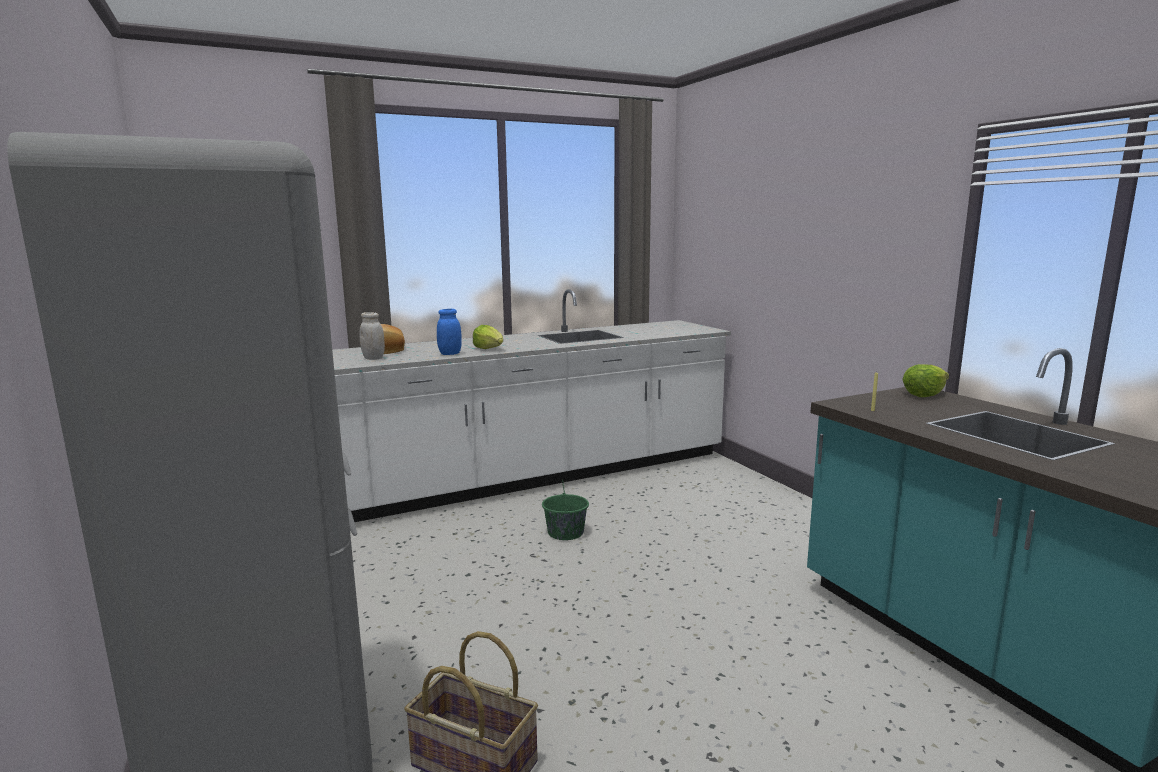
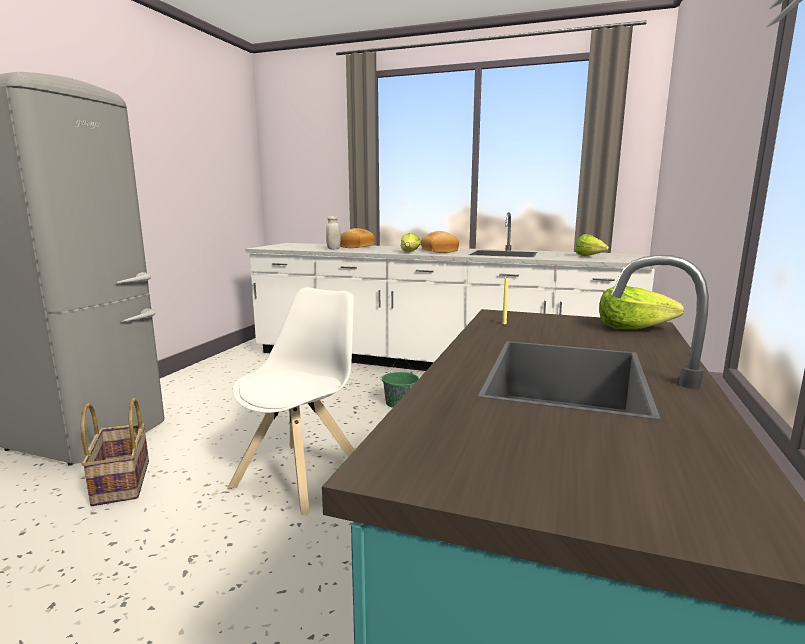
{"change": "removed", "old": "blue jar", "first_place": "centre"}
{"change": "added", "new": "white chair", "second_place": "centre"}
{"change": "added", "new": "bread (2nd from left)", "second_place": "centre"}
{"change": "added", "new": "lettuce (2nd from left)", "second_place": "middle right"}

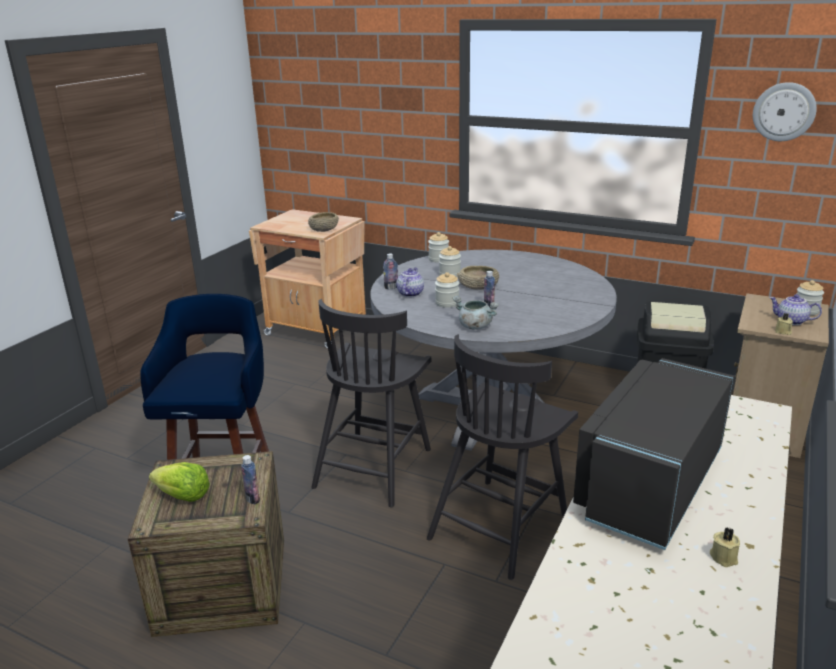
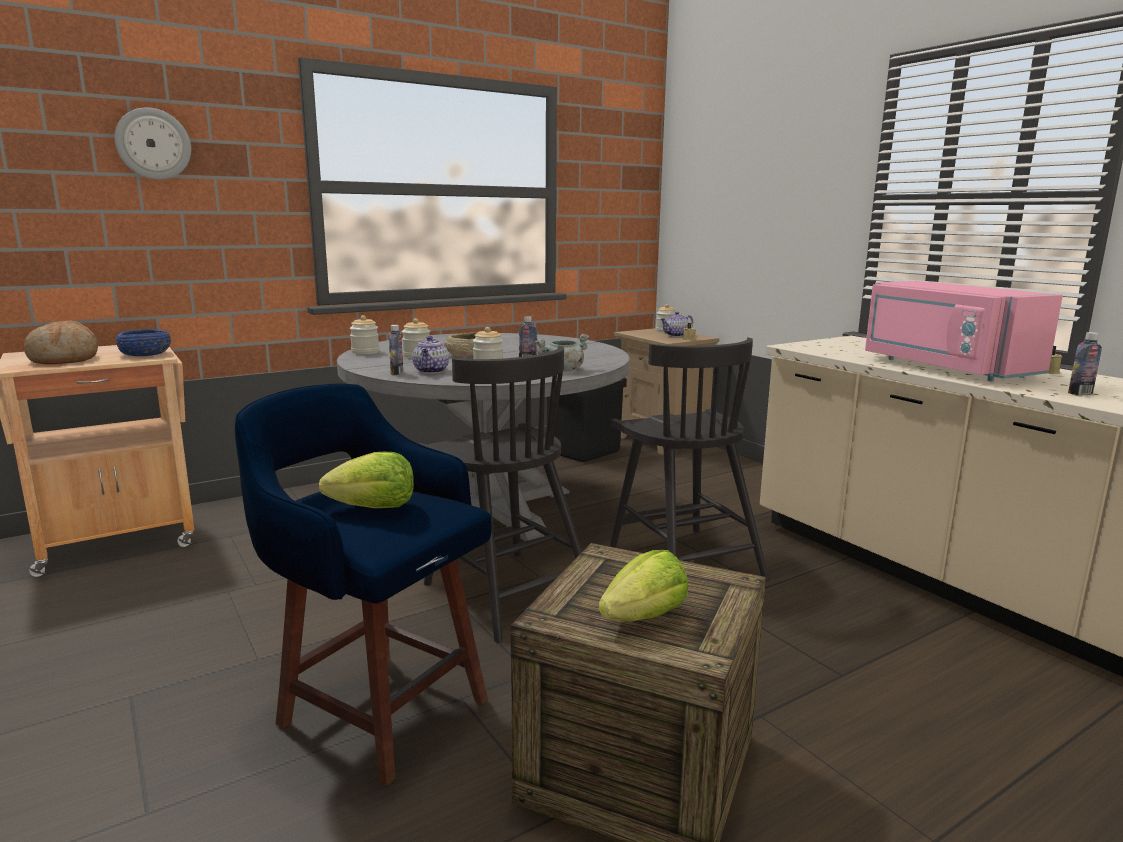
{"change": "added", "new": "bread", "second_place": "middle left"}
{"change": "added", "new": "lettuce (1st from left)", "second_place": "middle left"}
{"change": "moved", "old": "bottle (1st from left in the first image)", "new": "bottle (3rd from left)", "first_place": "bottom left", "second_place": "middle right"}
{"change": "moved", "old": "wall clock", "first_place": "top right", "second_place": "top left"}
{"change": "recoloured", "old": "beige bowl (1st from left)", "new": "blue bowl", "first_place": "top centre", "second_place": "middle left"}
{"change": "recoloured", "old": "black microwave", "new": "pink microwave", "first_place": "bottom right", "second_place": "middle right"}
{"change": "turned", "old": "teapot (1st from left)", "first_place": "centre", "second_place": "centre", "degrees": -135}

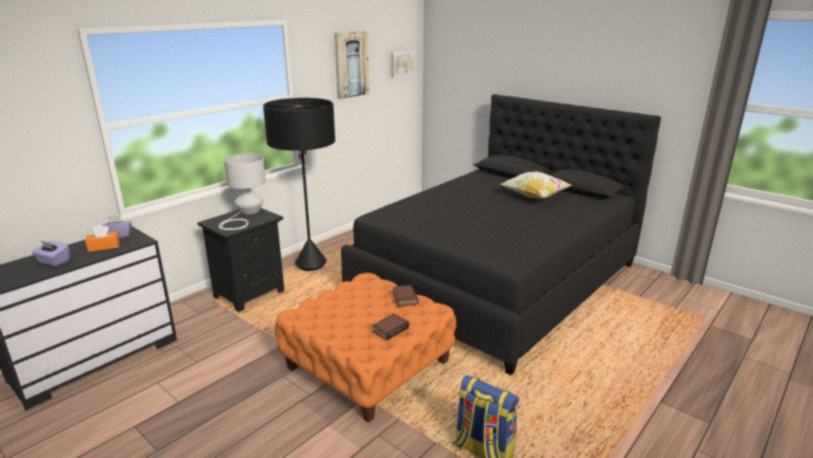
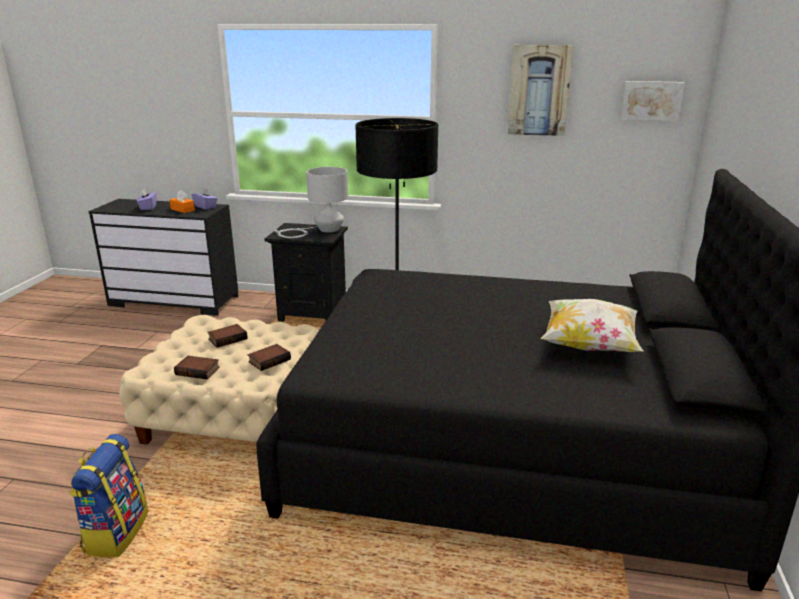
{"change": "added", "new": "book (2nd from left)", "second_place": "middle left"}
{"change": "recoloured", "old": "orange ottoman", "new": "beige ottoman", "first_place": "bottom centre", "second_place": "middle left"}

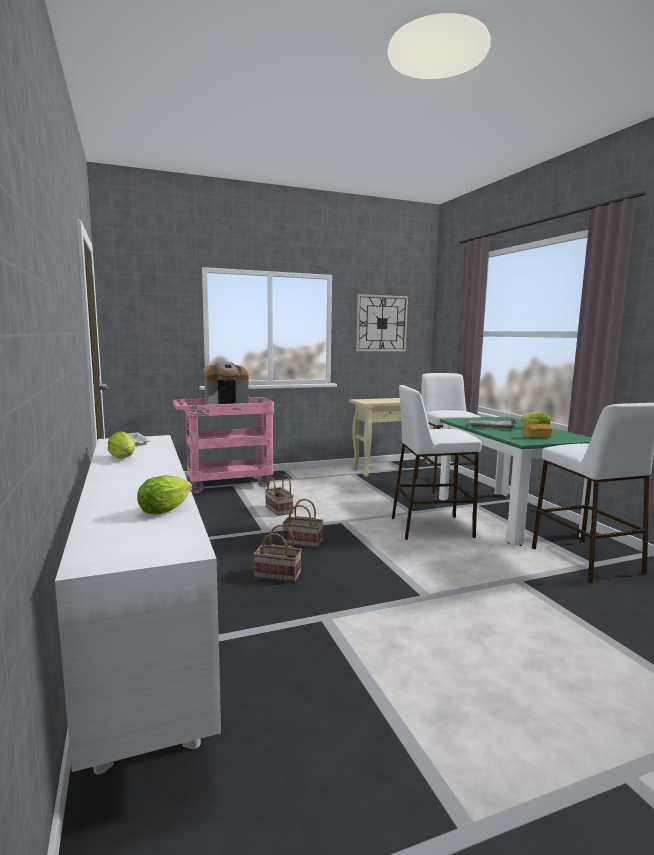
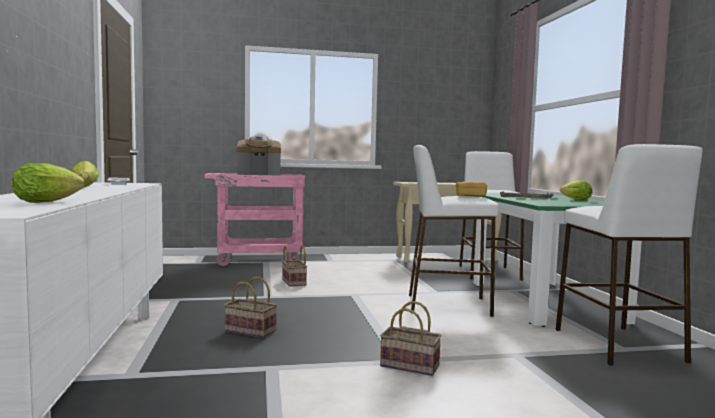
{"change": "removed", "old": "wall clock", "first_place": "centre"}
{"change": "moved", "old": "basket (3rd from left)", "first_place": "centre", "second_place": "bottom centre"}
{"change": "moved", "old": "bread", "first_place": "middle right", "second_place": "centre"}

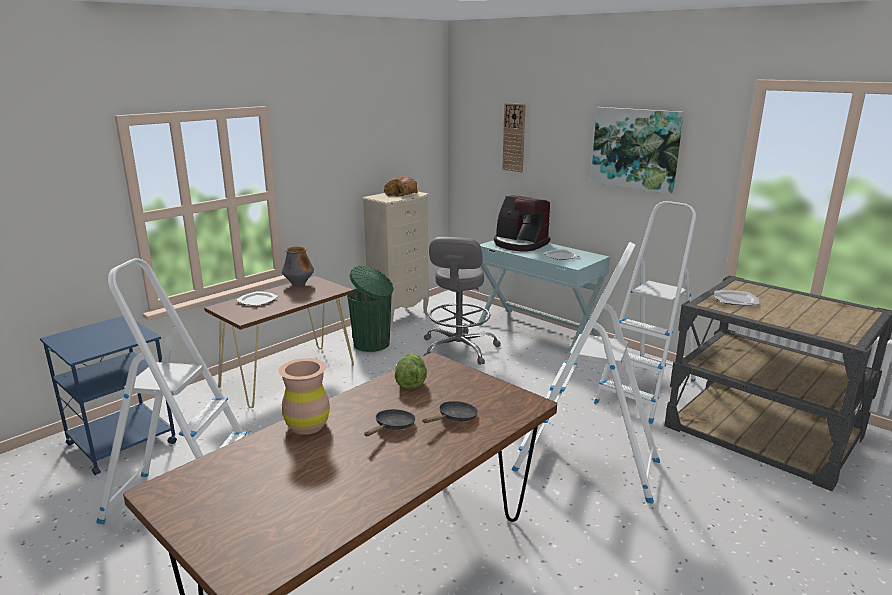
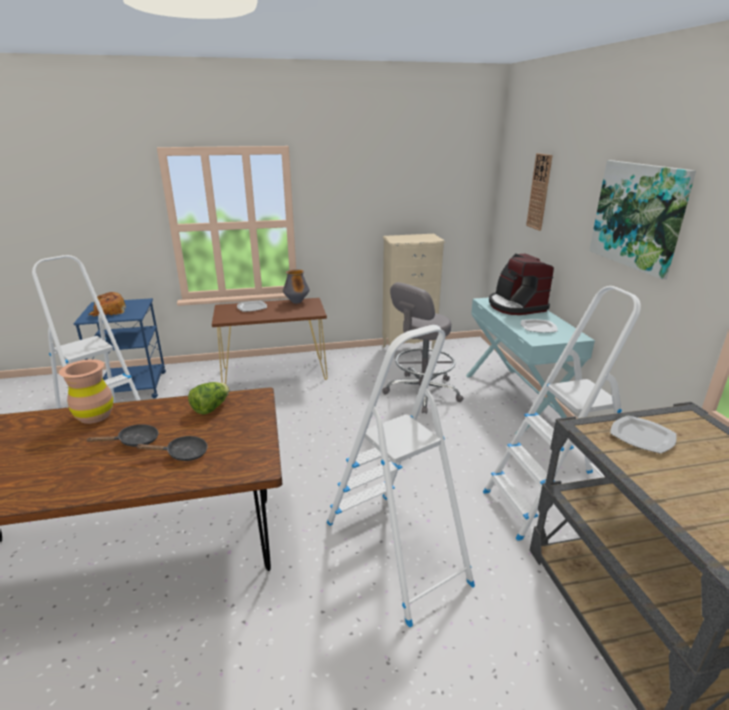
{"change": "removed", "old": "green trash can", "first_place": "centre"}
{"change": "moved", "old": "bread", "first_place": "top centre", "second_place": "middle left"}

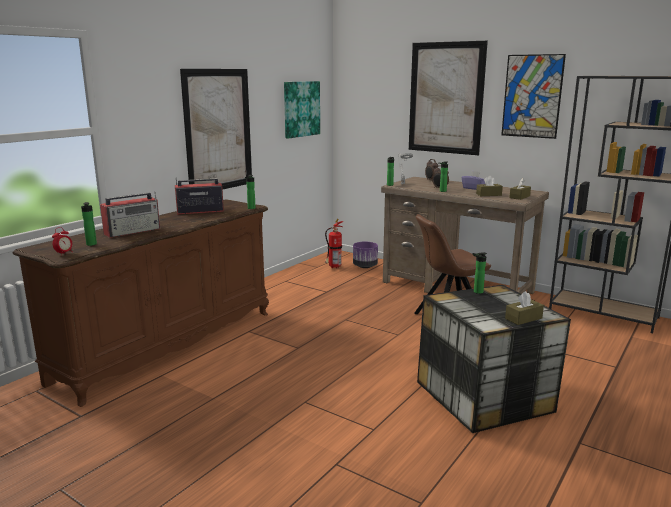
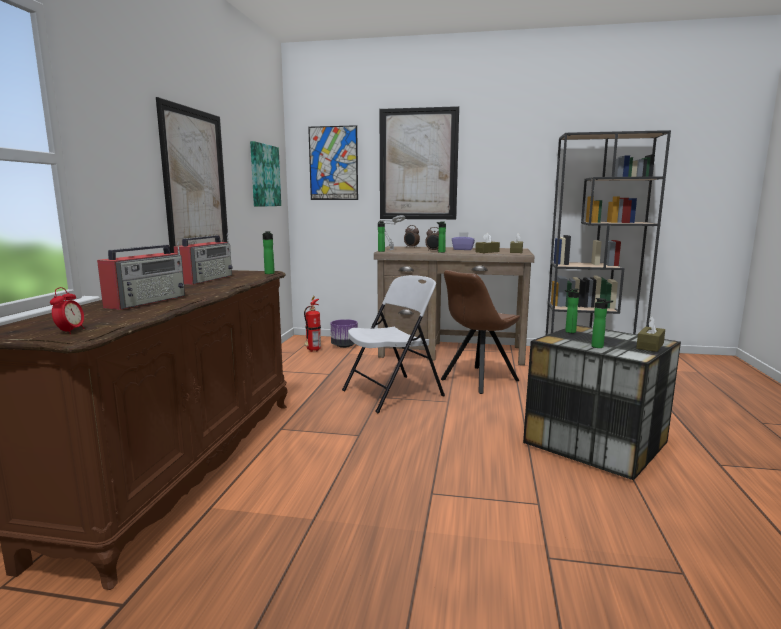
{"change": "added", "new": "white chair", "second_place": "centre"}
{"change": "moved", "old": "bottle (1st from left in the first image)", "new": "bottle (5th from left)", "first_place": "middle left", "second_place": "middle right"}
{"change": "moved", "old": "picture (4th from left in the first image)", "new": "picture (3rd from left)", "first_place": "top right", "second_place": "top centre"}
{"change": "turned", "old": "radio (2nd from left)", "first_place": "middle left", "second_place": "middle left", "degrees": 150}

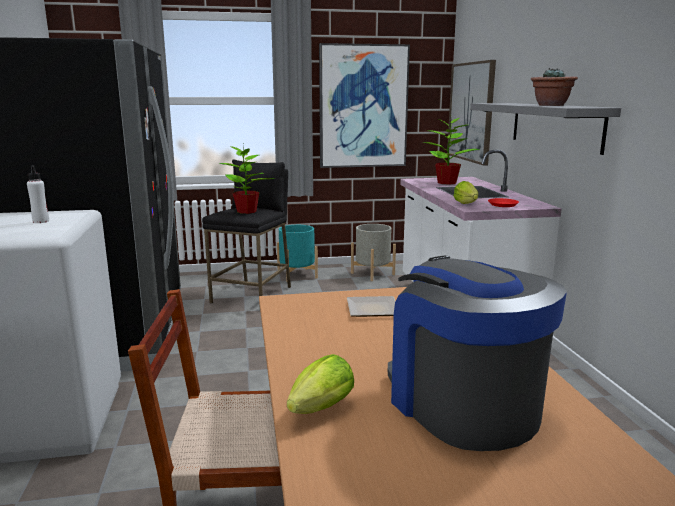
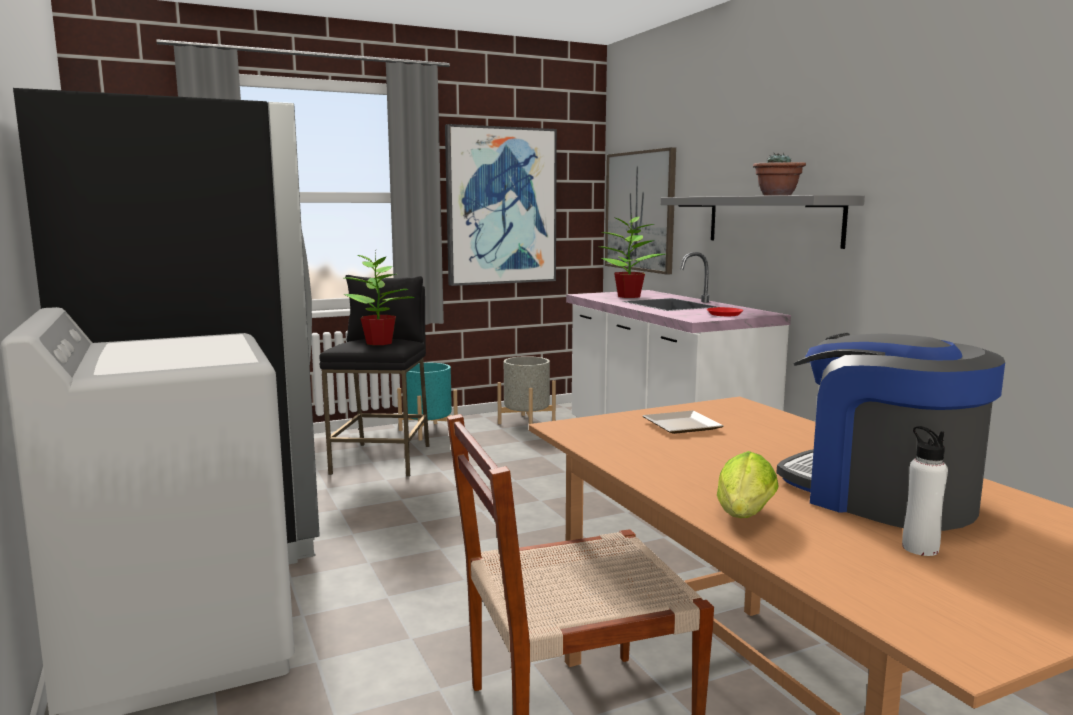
{"change": "removed", "old": "lettuce (2nd from left)", "first_place": "middle right"}
{"change": "moved", "old": "white bottle", "first_place": "middle left", "second_place": "bottom right"}

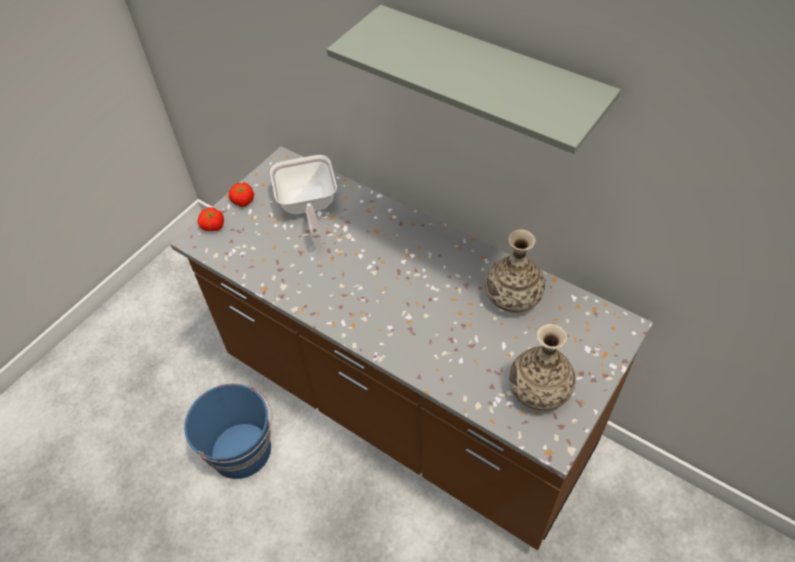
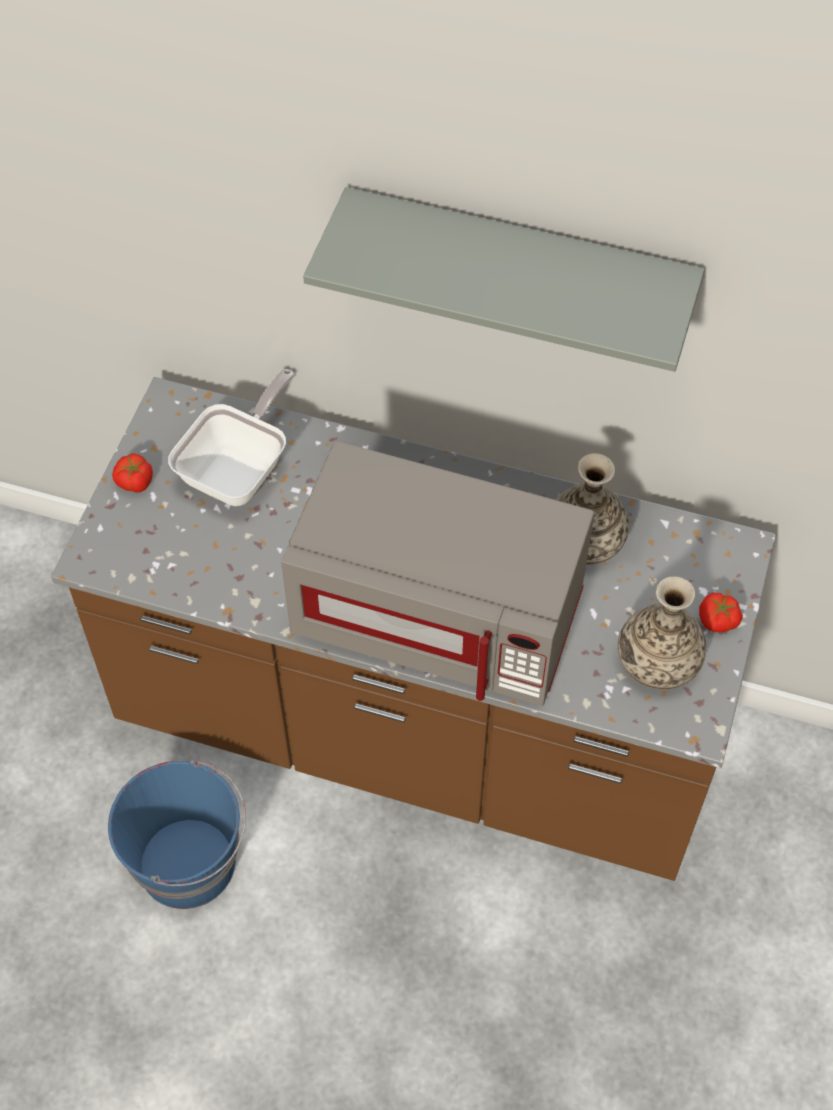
{"change": "added", "new": "grey microwave", "second_place": "centre"}
{"change": "moved", "old": "tomato (1st from left in the first image)", "new": "tomato (2nd from left)", "first_place": "middle left", "second_place": "middle right"}
{"change": "turned", "old": "frying pan", "first_place": "centre", "second_place": "middle left", "degrees": -120}

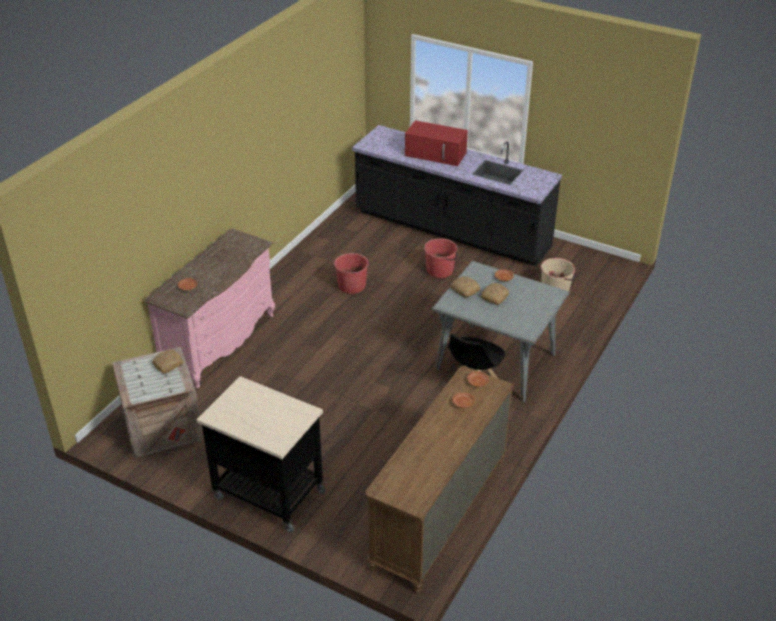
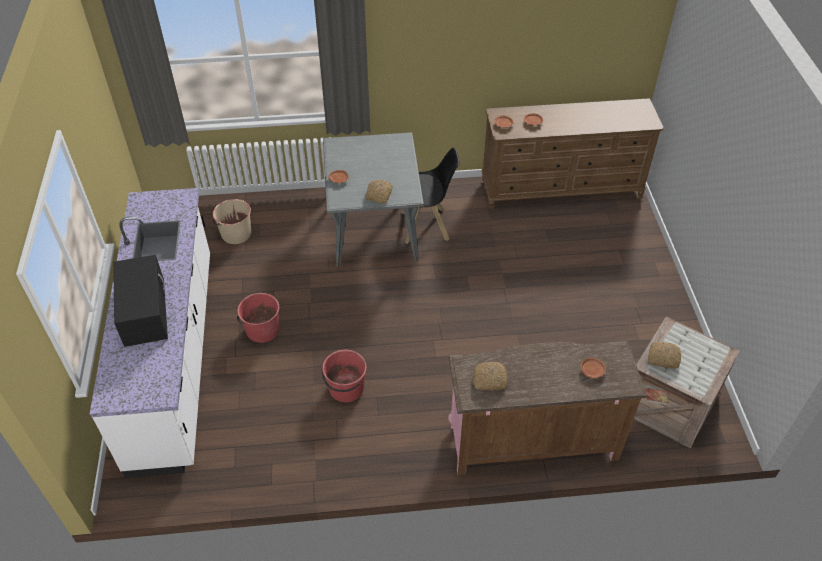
{"change": "removed", "old": "black cart", "first_place": "bottom centre"}
{"change": "moved", "old": "bread (3rd from left in the first image)", "new": "bread (2nd from left)", "first_place": "centre", "second_place": "bottom centre"}
{"change": "recoloured", "old": "black counter", "new": "white counter", "first_place": "top centre", "second_place": "middle left"}
{"change": "recoloured", "old": "red microwave", "new": "black microwave", "first_place": "top centre", "second_place": "middle left"}

